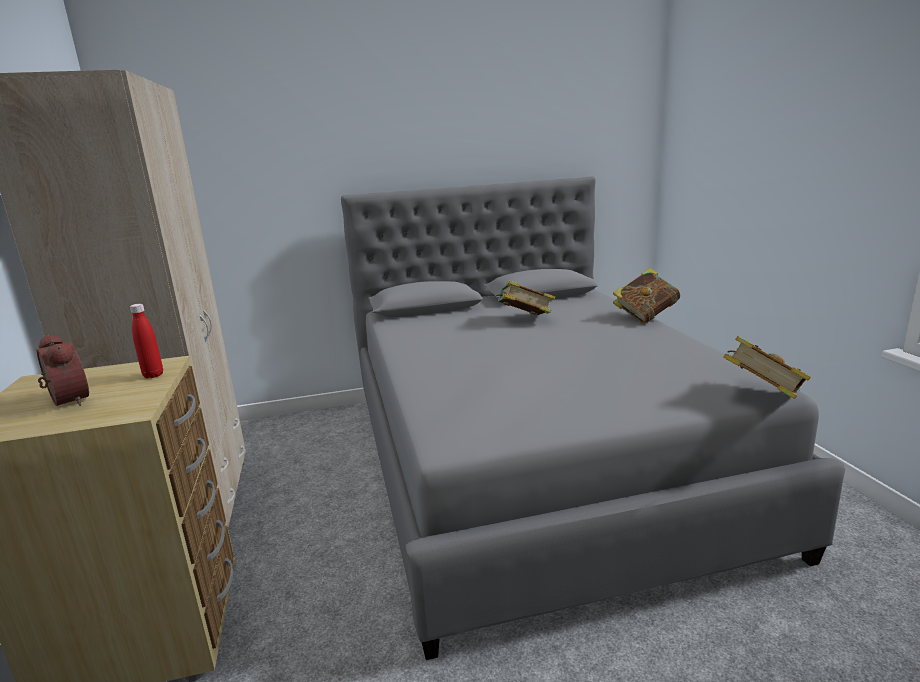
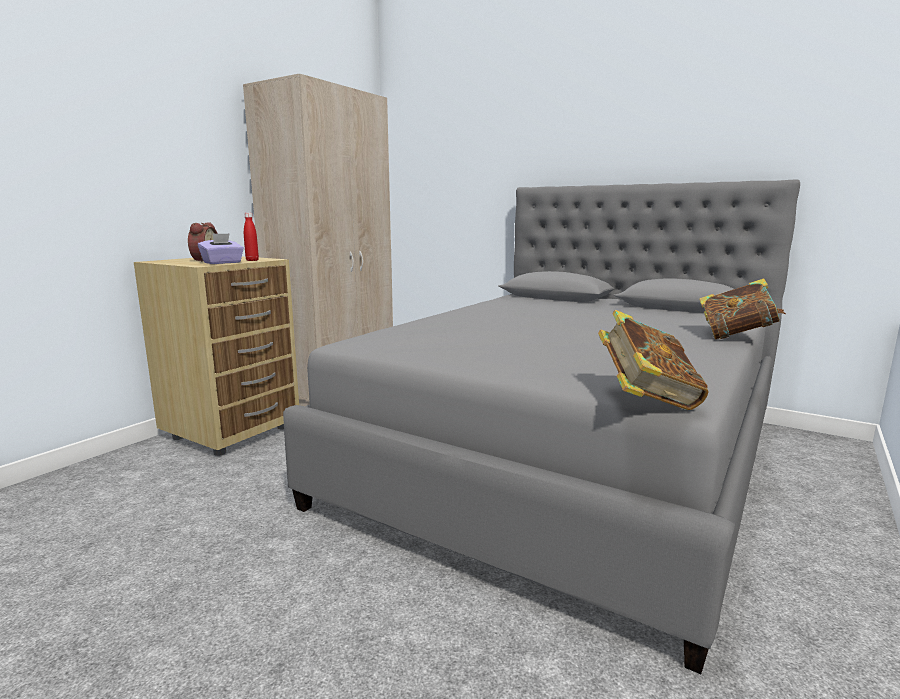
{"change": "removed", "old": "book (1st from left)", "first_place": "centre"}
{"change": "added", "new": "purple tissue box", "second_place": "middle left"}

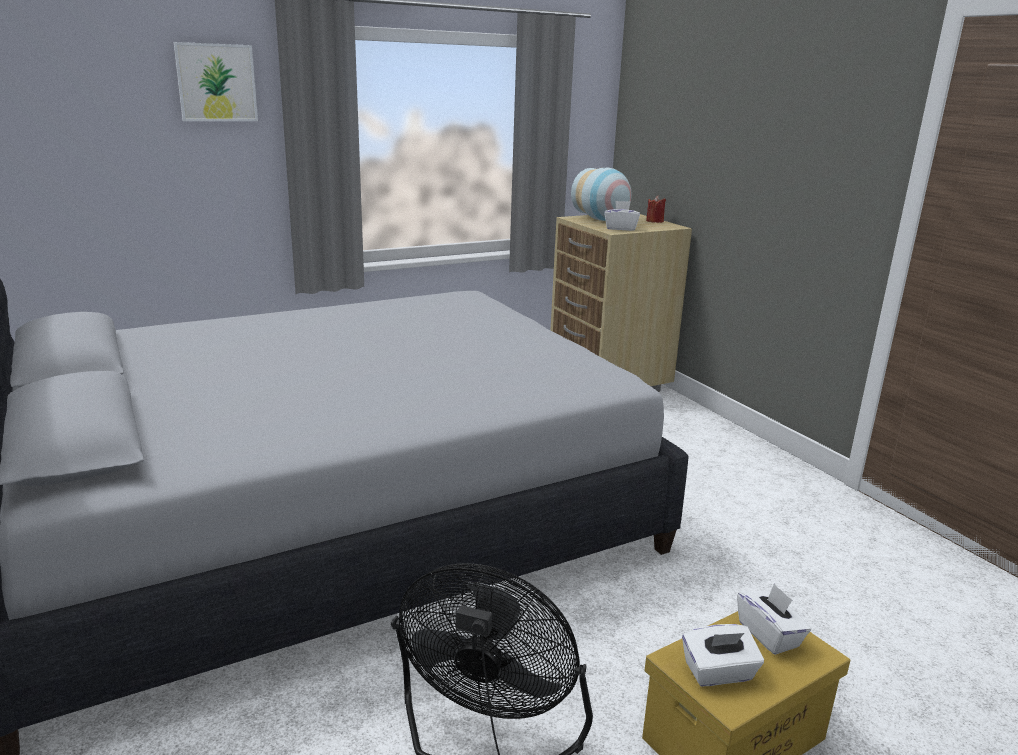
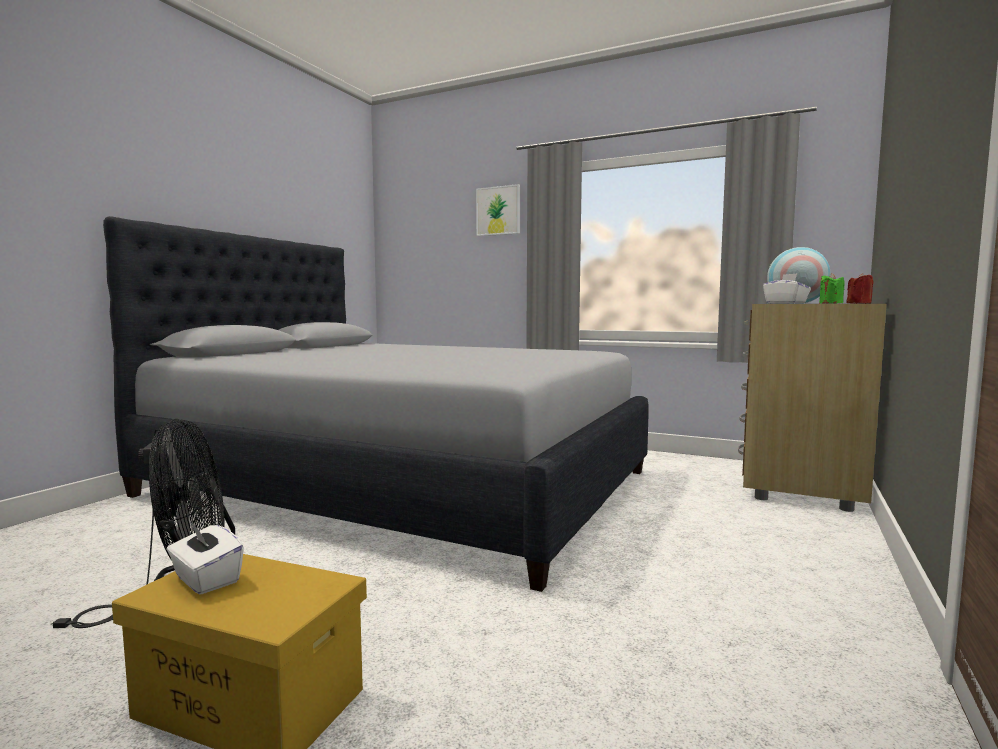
{"change": "removed", "old": "white tissue box (3rd from left)", "first_place": "bottom right"}
{"change": "added", "new": "green candle", "second_place": "middle right"}

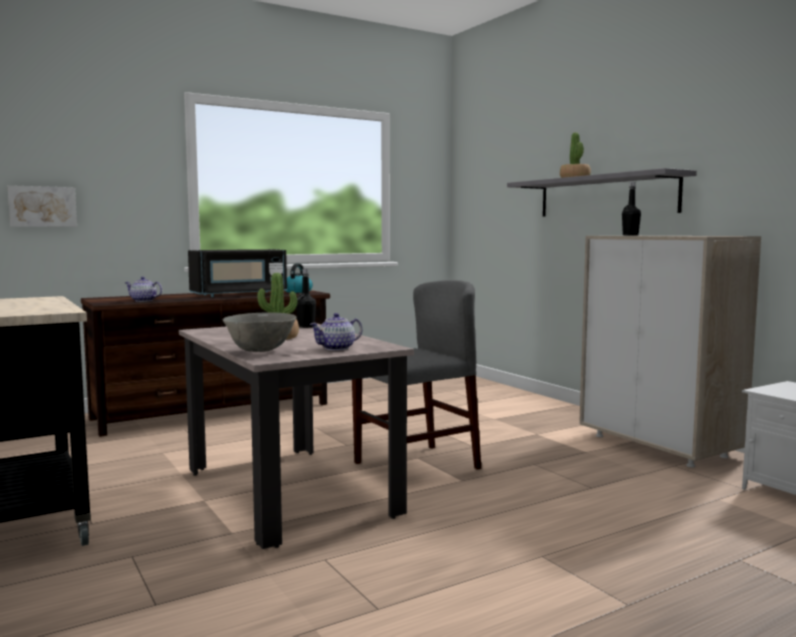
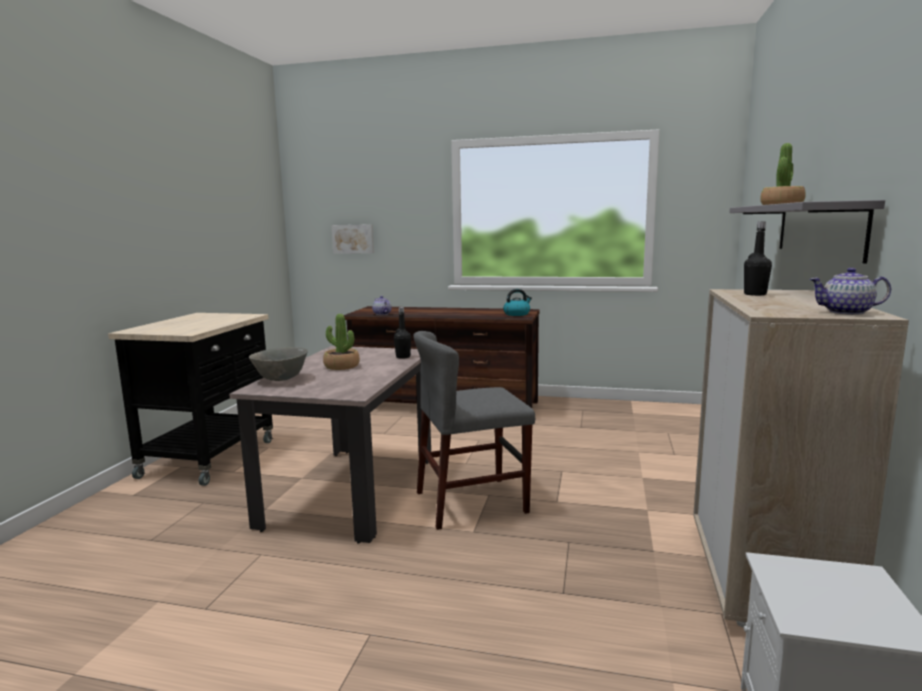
{"change": "removed", "old": "black microwave", "first_place": "middle left"}
{"change": "moved", "old": "teapot (2nd from left)", "first_place": "centre", "second_place": "middle right"}
{"change": "turned", "old": "grey chair", "first_place": "centre", "second_place": "centre", "degrees": 150}

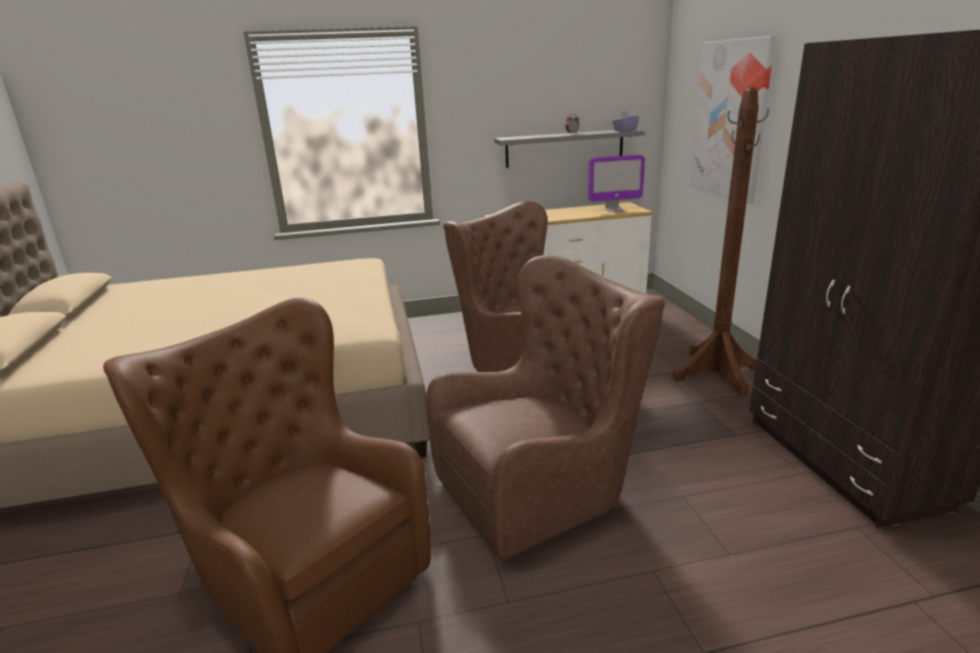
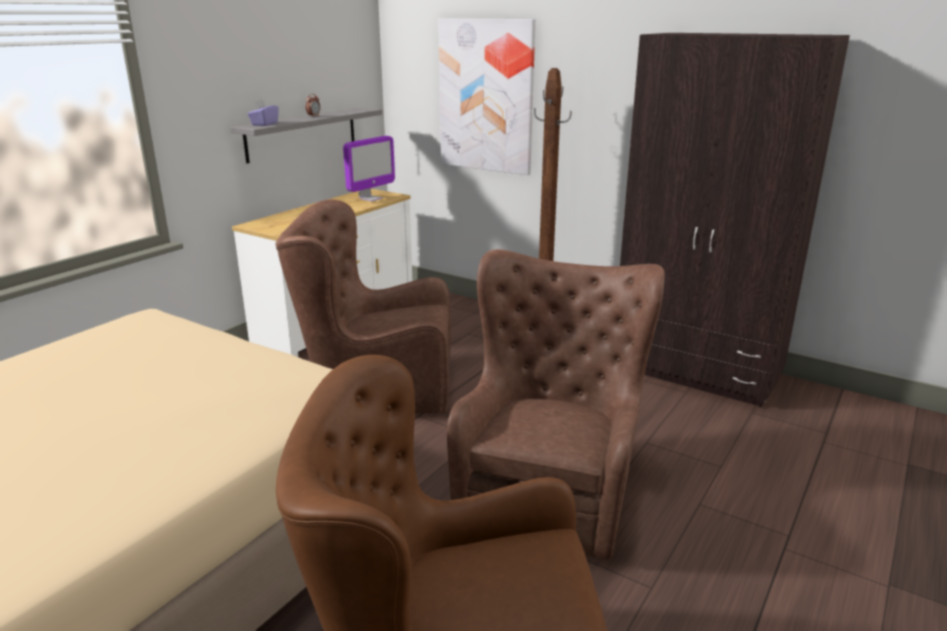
{"change": "moved", "old": "purple tissue box", "first_place": "top centre", "second_place": "top left"}

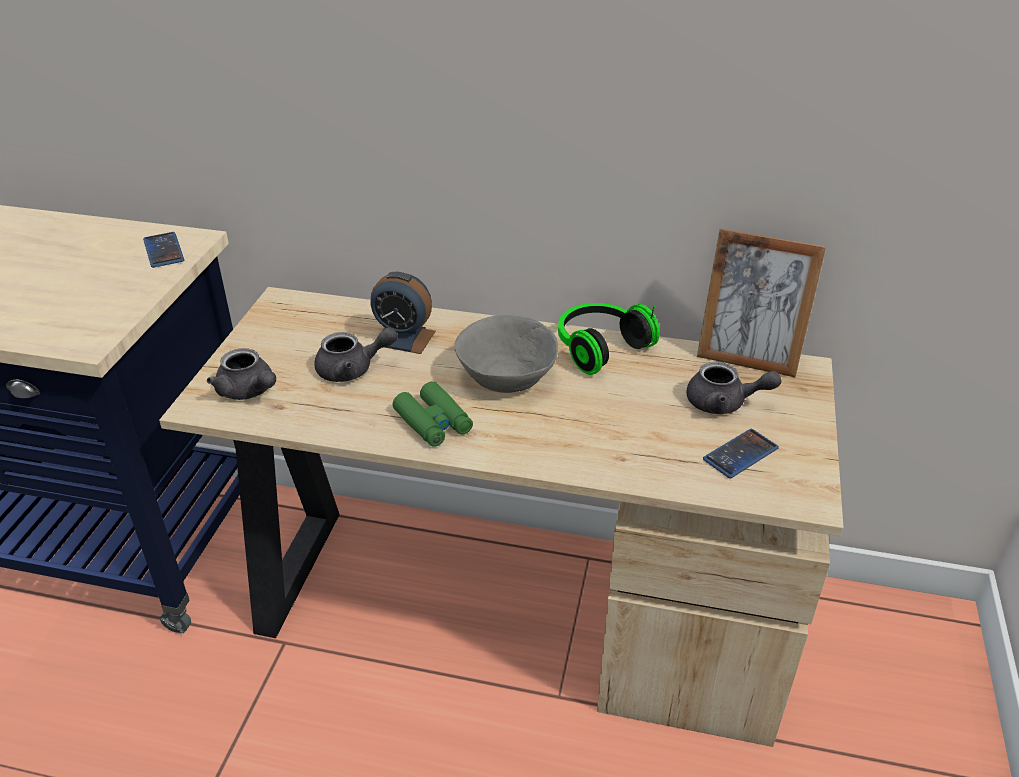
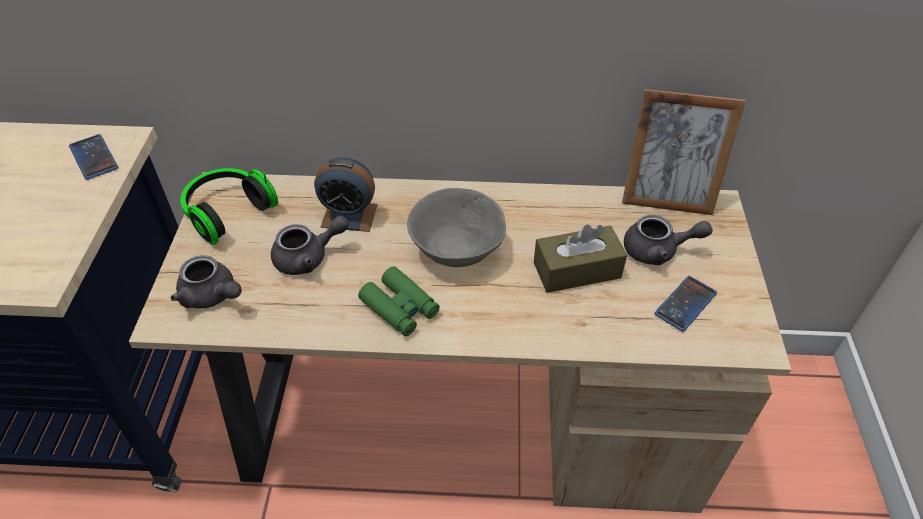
{"change": "added", "new": "brown tissue box", "second_place": "centre"}
{"change": "moved", "old": "headphones", "first_place": "centre", "second_place": "middle left"}

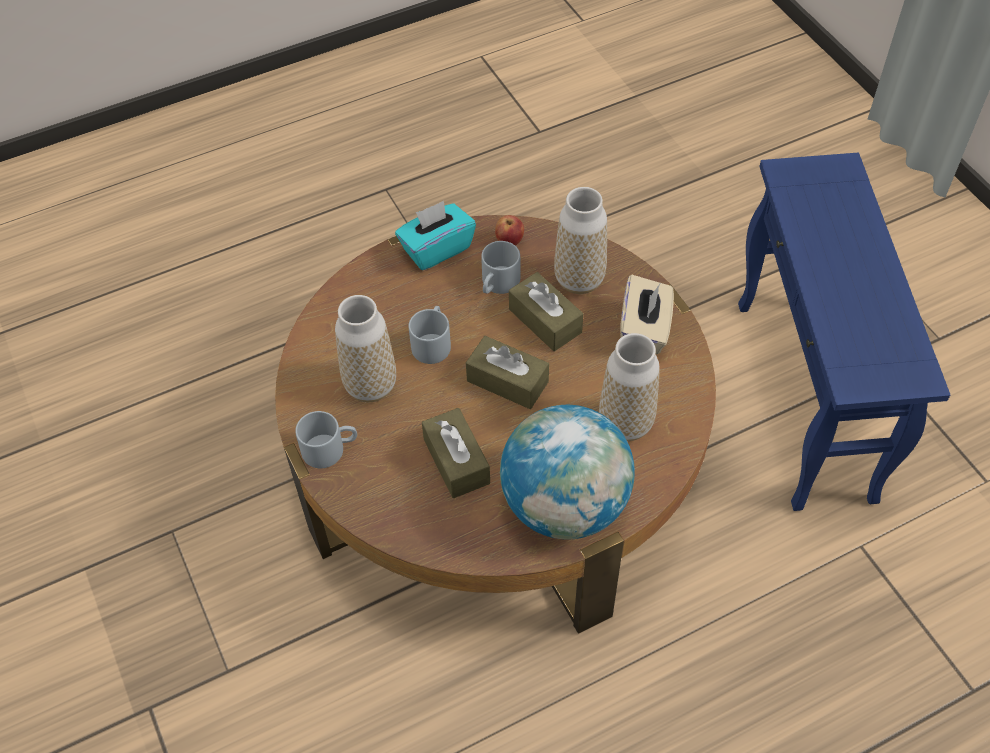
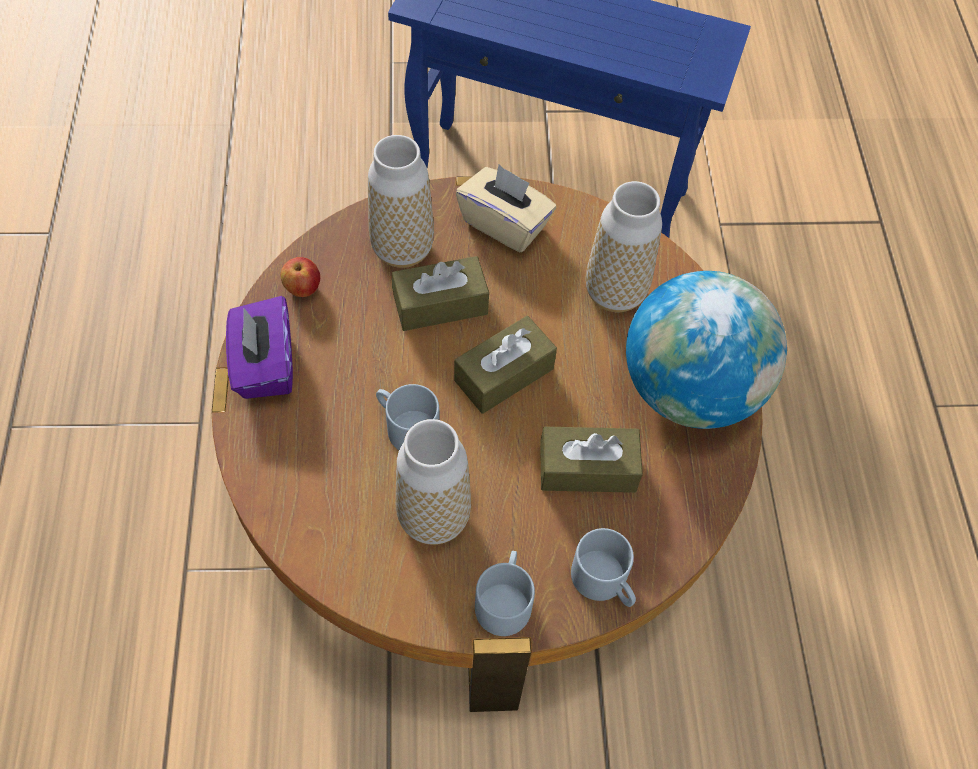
{"change": "moved", "old": "grey mug (3rd from left)", "first_place": "centre", "second_place": "bottom centre"}
{"change": "recoloured", "old": "turquoise tissue box", "new": "purple tissue box", "first_place": "top centre", "second_place": "middle left"}

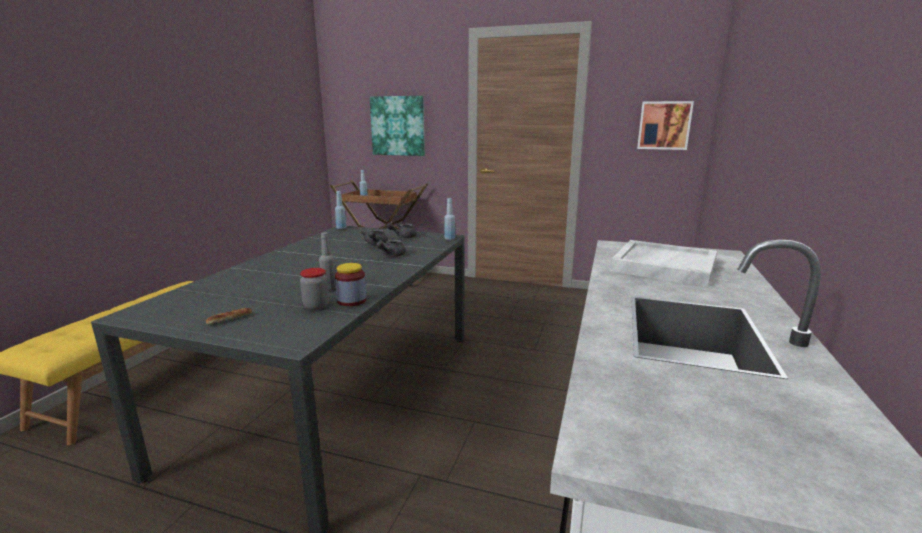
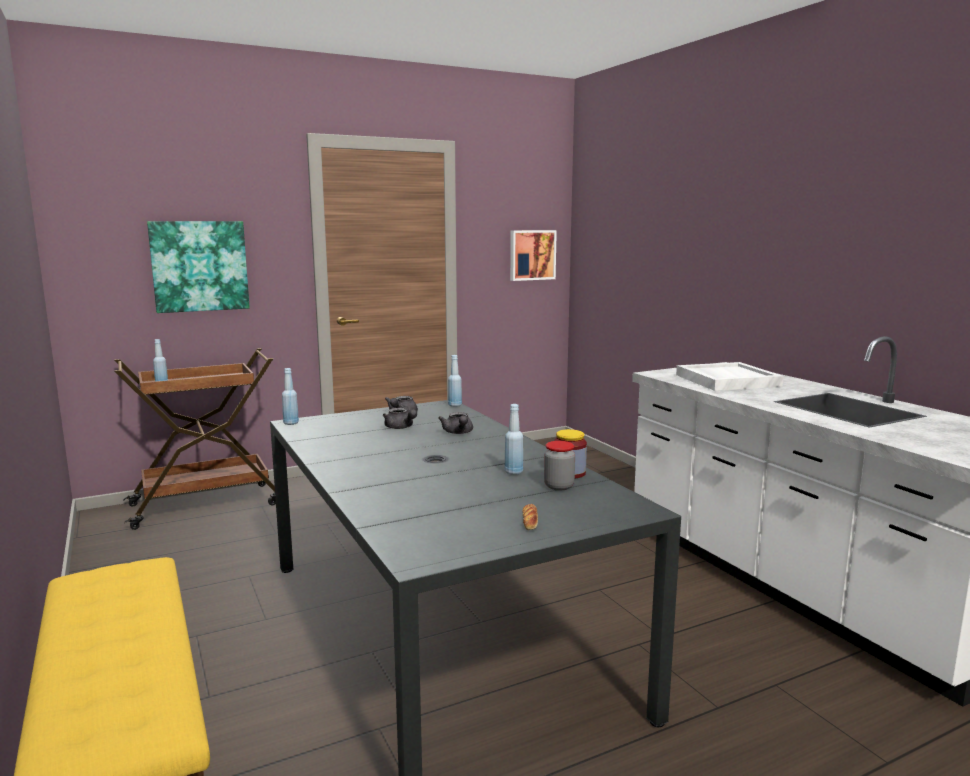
{"change": "recoloured", "old": "grey bottle", "new": "blue bottle (4th from left)", "first_place": "centre", "second_place": "centre"}

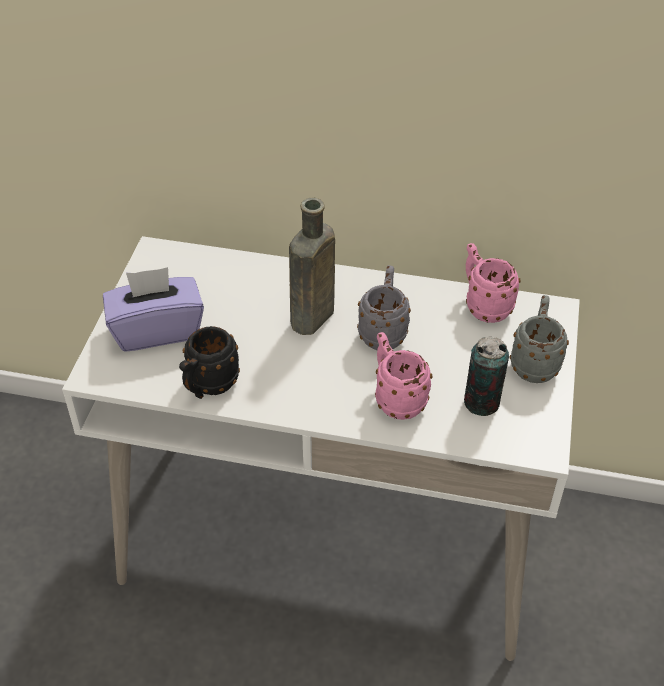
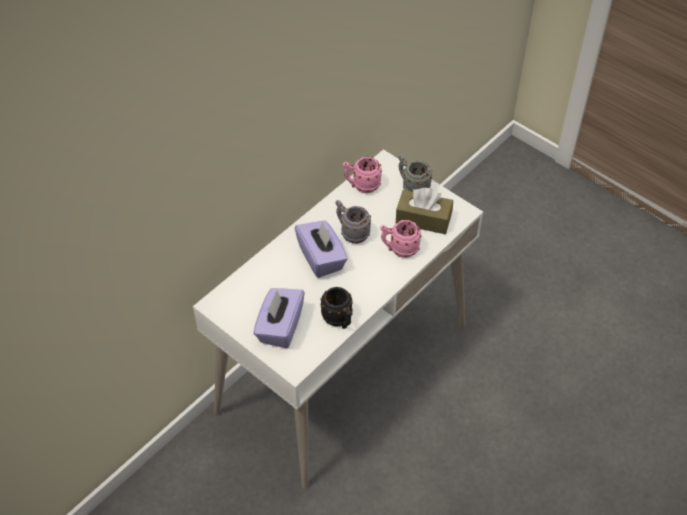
{"change": "replaced", "old": "brown bottle", "new": "purple tissue box (2nd from left)", "first_place": "centre", "second_place": "centre"}
{"change": "replaced", "old": "can", "new": "brown tissue box", "first_place": "middle right", "second_place": "centre"}

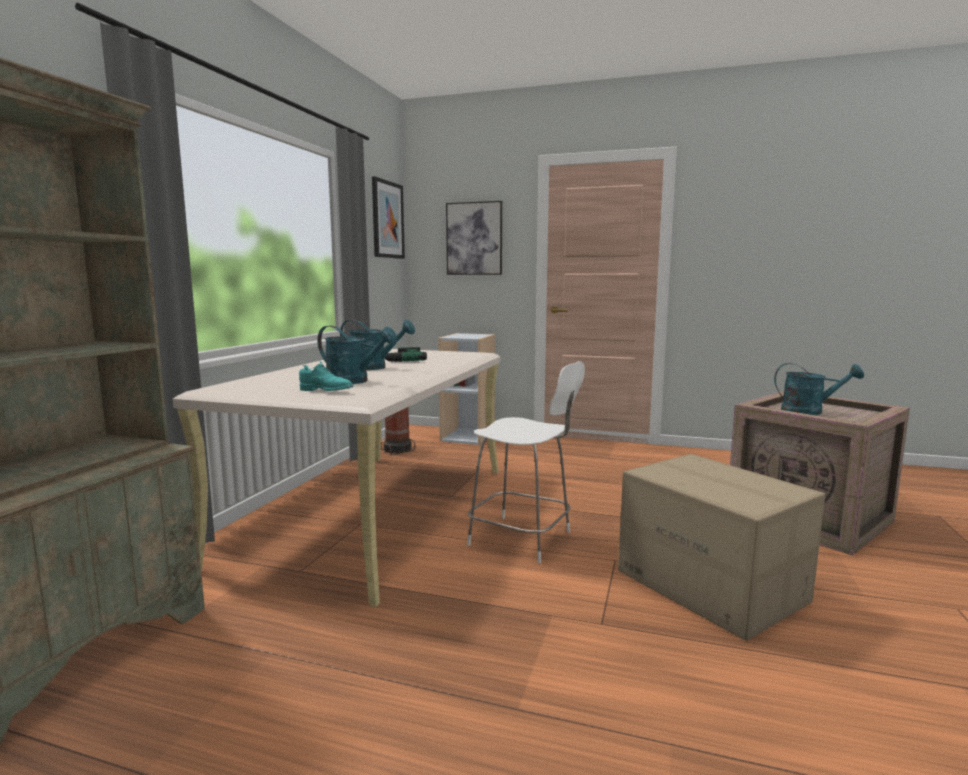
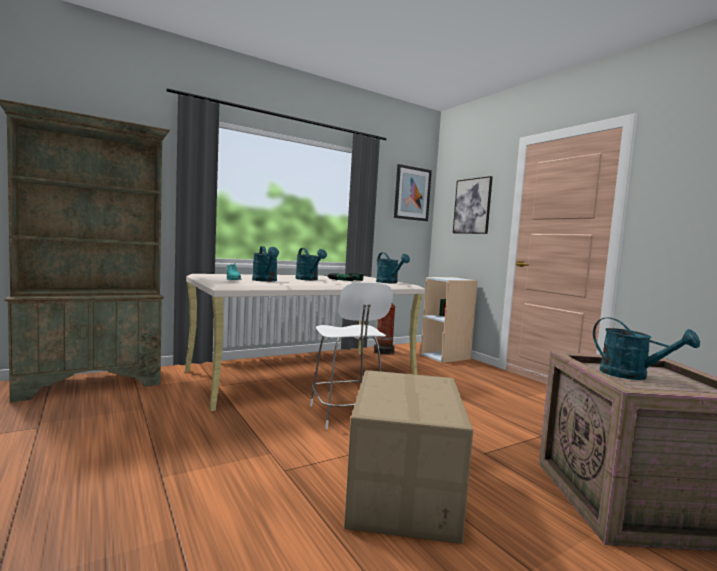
{"change": "added", "new": "turquoise watering can (3rd from left)", "second_place": "centre"}

